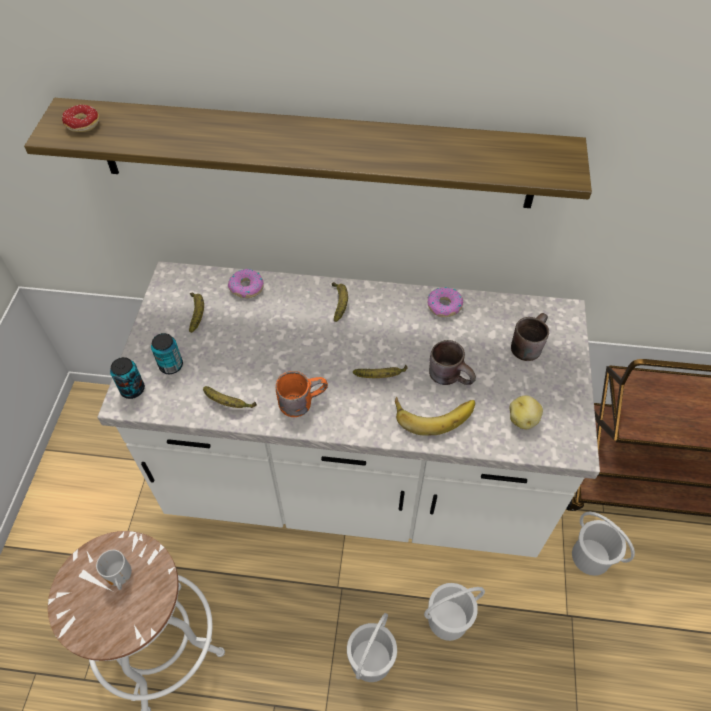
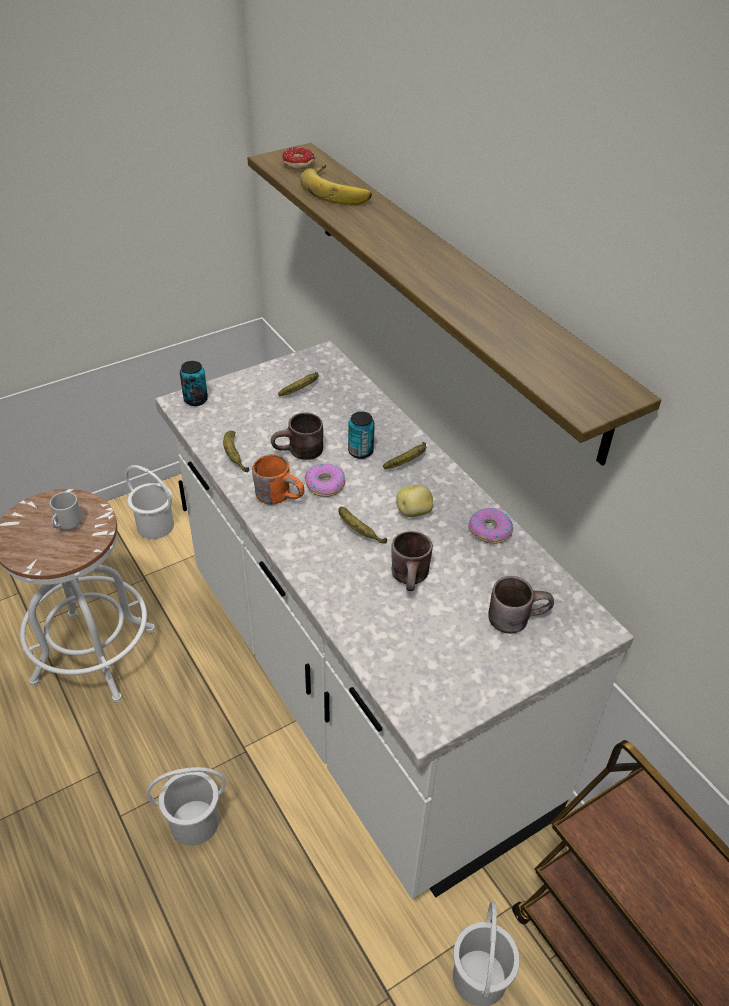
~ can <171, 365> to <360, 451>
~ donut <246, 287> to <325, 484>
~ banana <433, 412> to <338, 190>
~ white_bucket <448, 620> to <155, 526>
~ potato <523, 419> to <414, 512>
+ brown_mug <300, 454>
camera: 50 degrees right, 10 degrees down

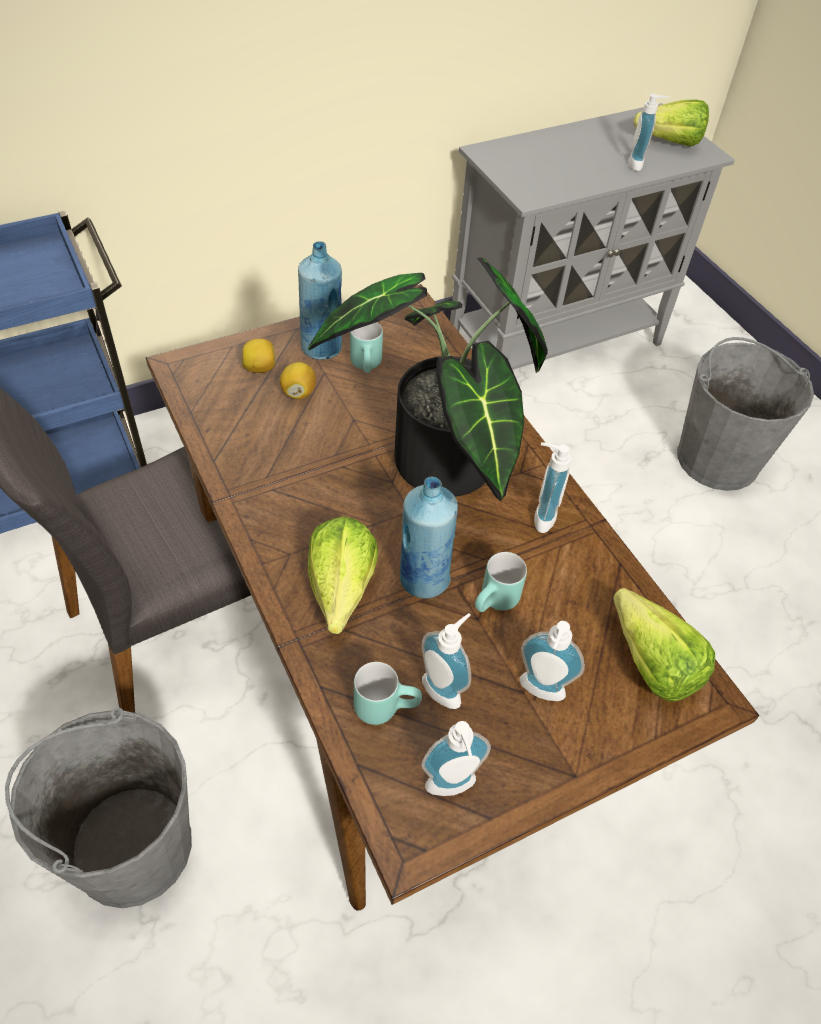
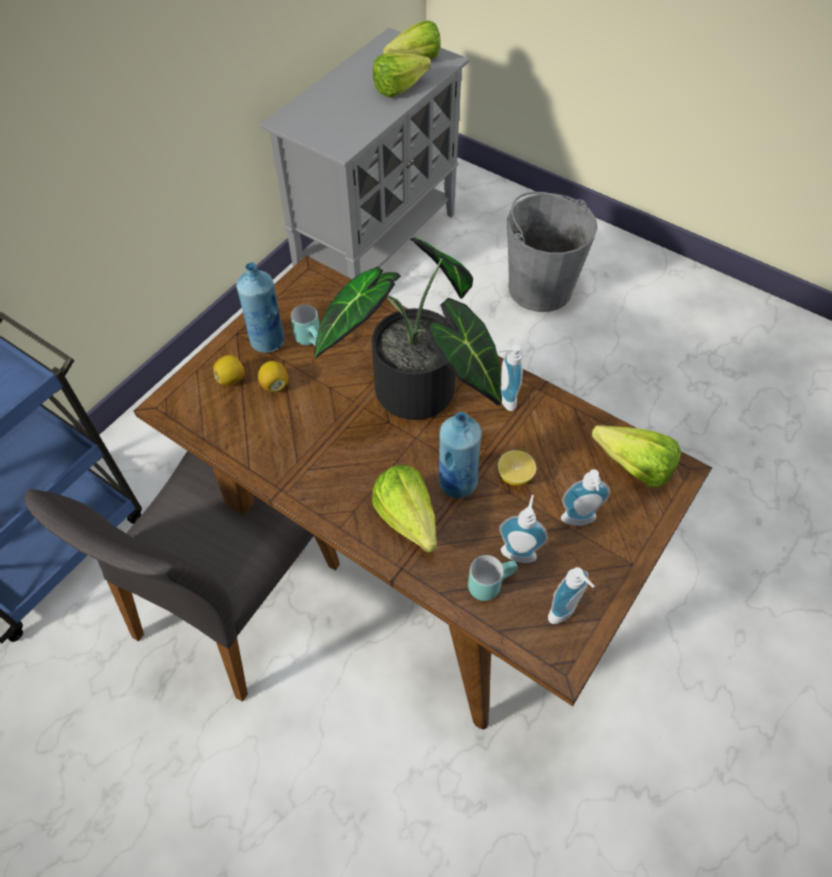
- grey_bucket <131, 846>
~ turquoise_mug <496, 604> to lemon <515, 475>
~ soap_dispenser <639, 164> to lettuce <404, 88>
camera: 25 degrees left, 5 degrees up

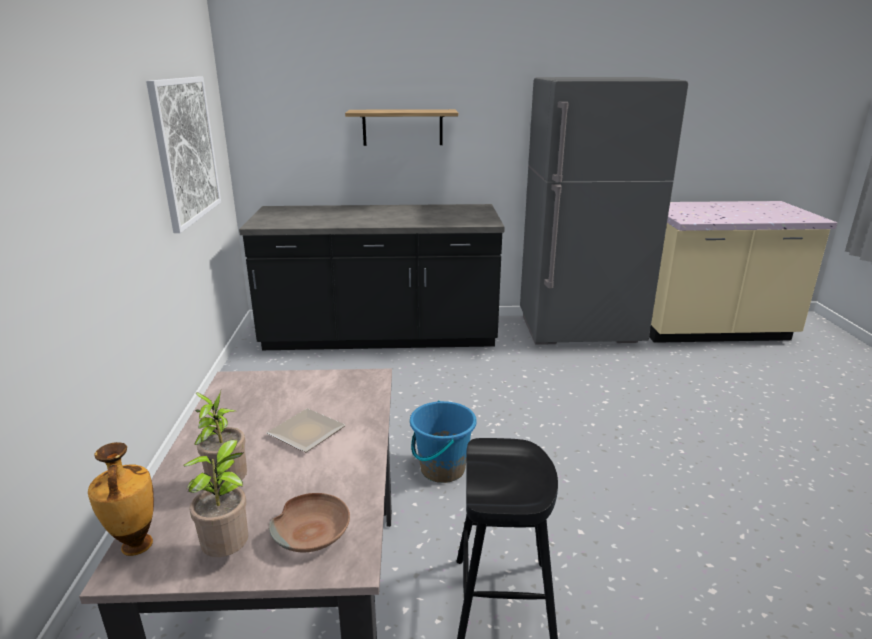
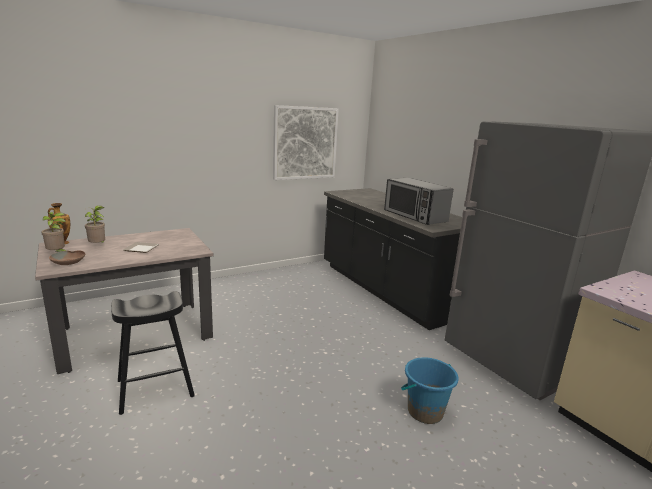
- shelf <402, 127>
~ blue_bucket <442, 469> to <424, 411>
+ microwave <414, 216>
camera: 60 degrees right, 5 degrees down

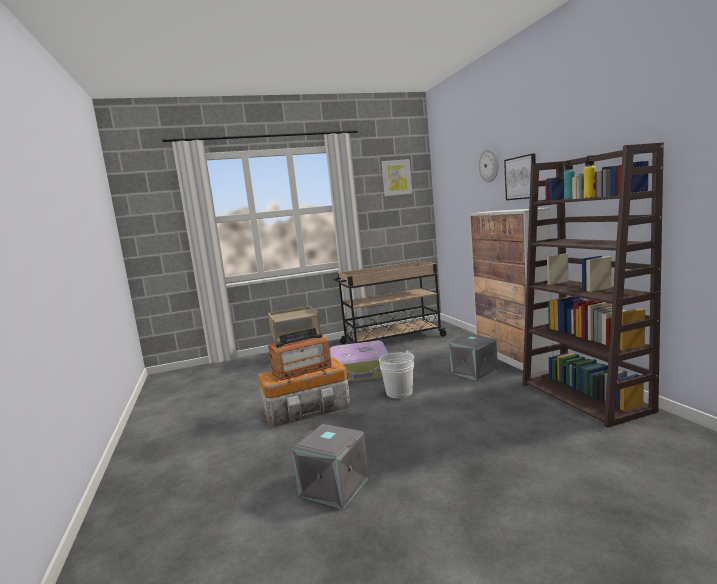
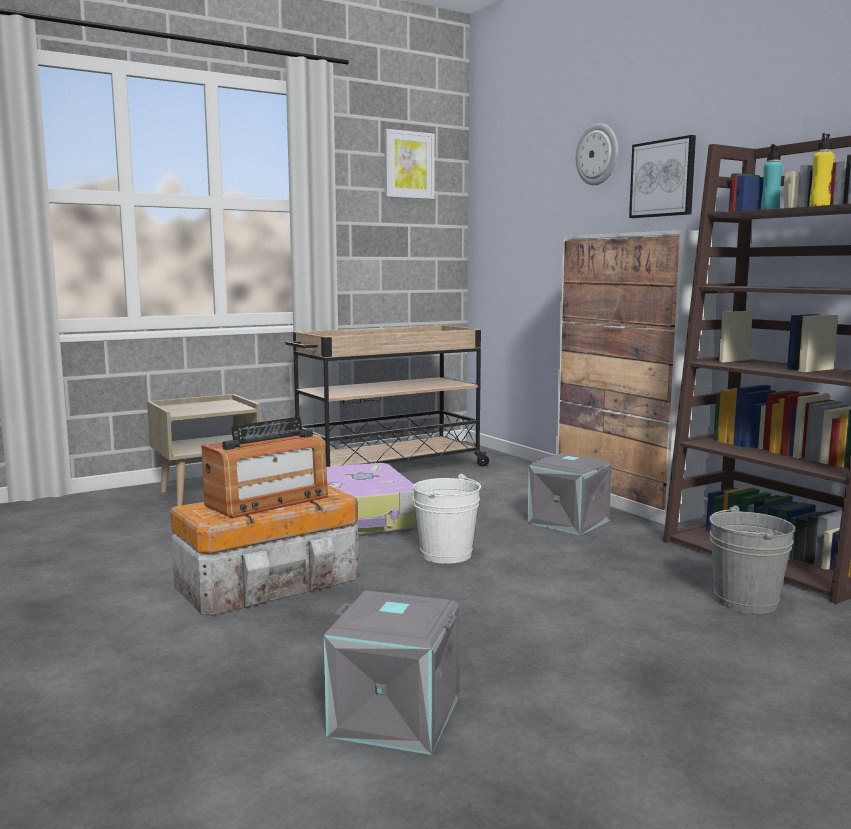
+ grey_bucket <745, 601>
camera: 15 degrees left, 0 degrees up

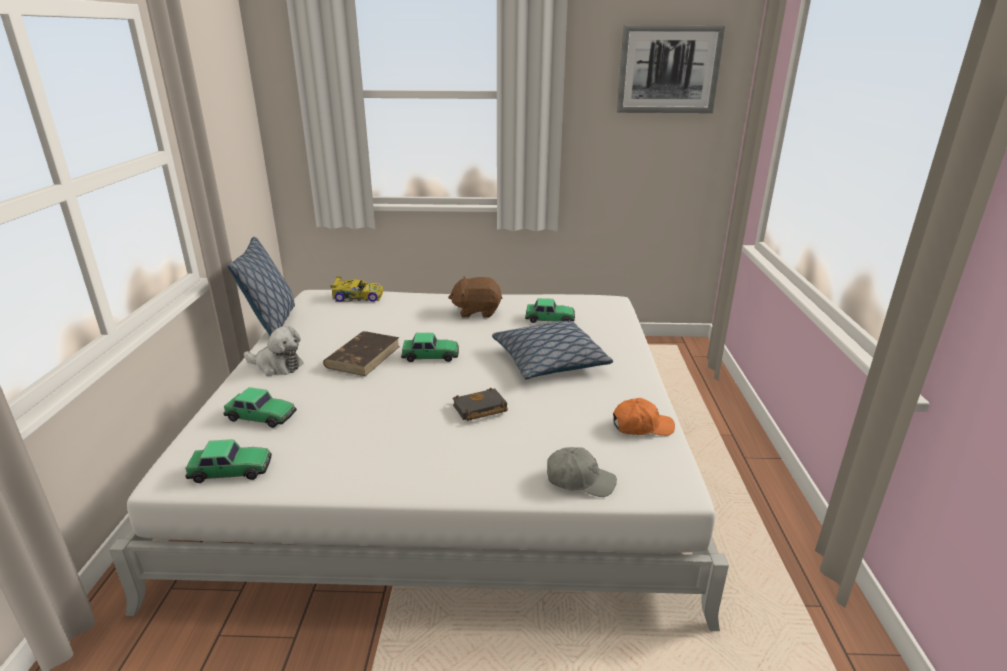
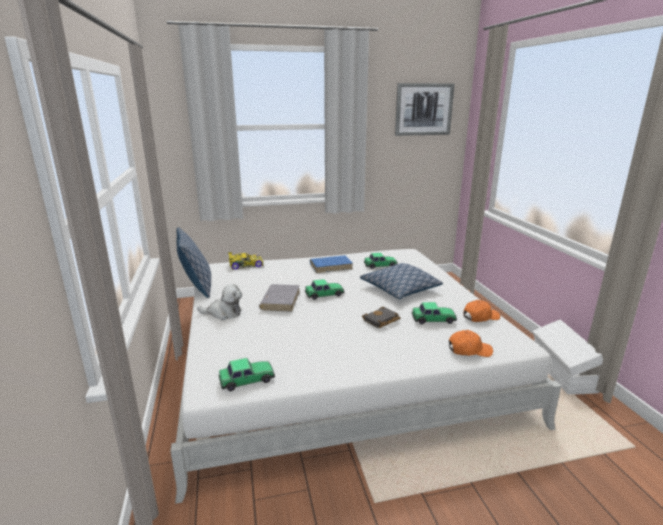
~ toy_car <261, 416> to <433, 319>
~ brown_book <363, 356> to grey_book <280, 300>
~ brown_plush_toy <477, 311> to blue_book <331, 266>
~ grey_cap <579, 480> to orange_cap <469, 350>
+ white_storage_box <562, 373>
camera: 15 degrees left, 5 degrees down

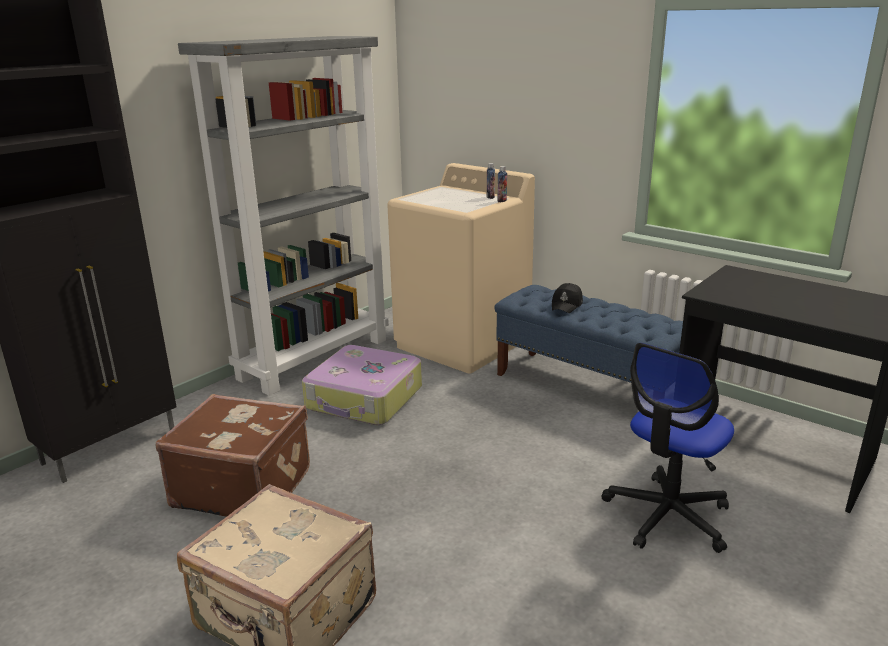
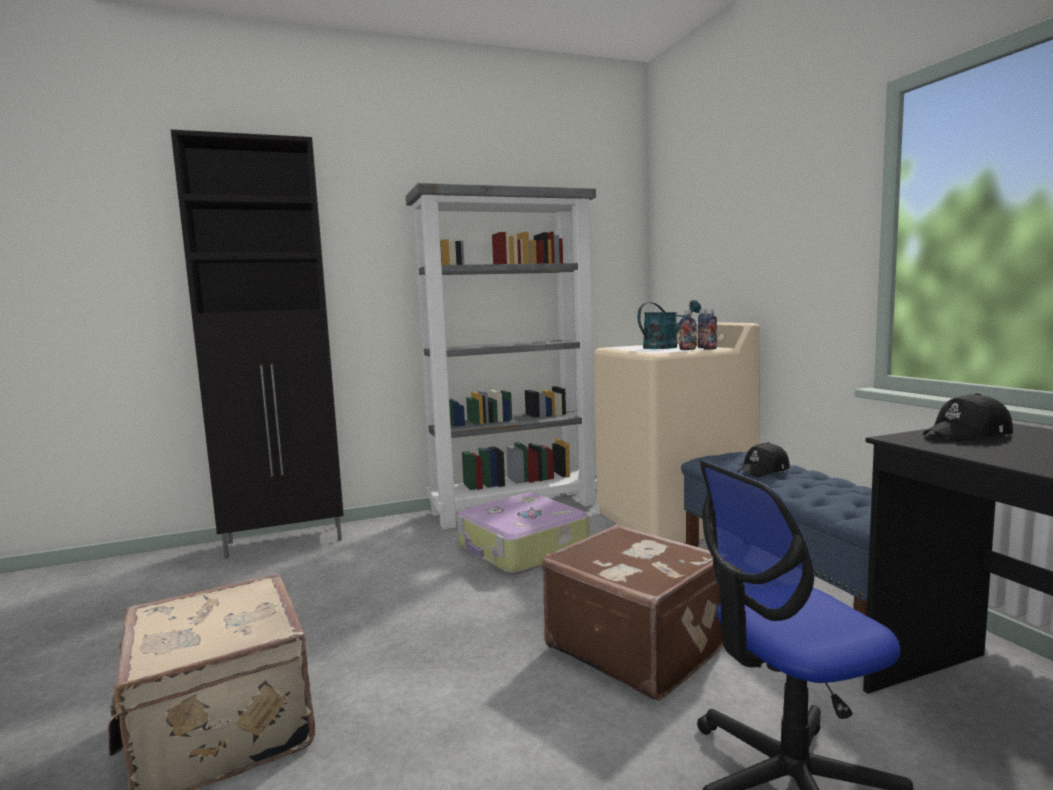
~ brown_suitcase <243, 487> to <636, 646>
+ turquoise_watering_can <665, 347>
+ bottle <687, 349>
+ black_cap <968, 435>
camera: 30 degrees right, 15 degrees down

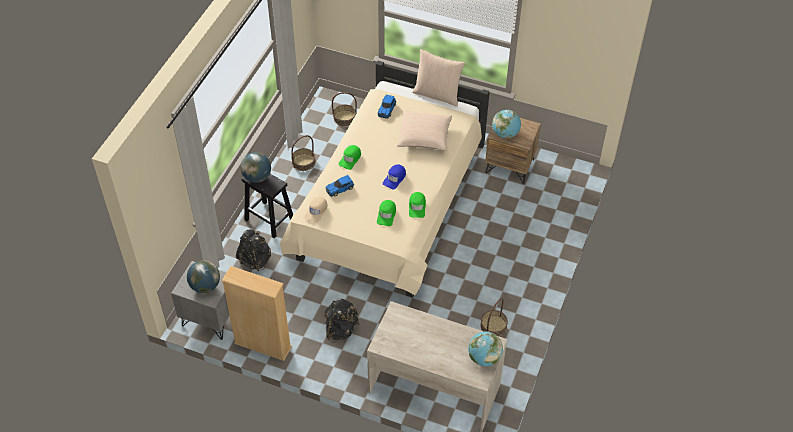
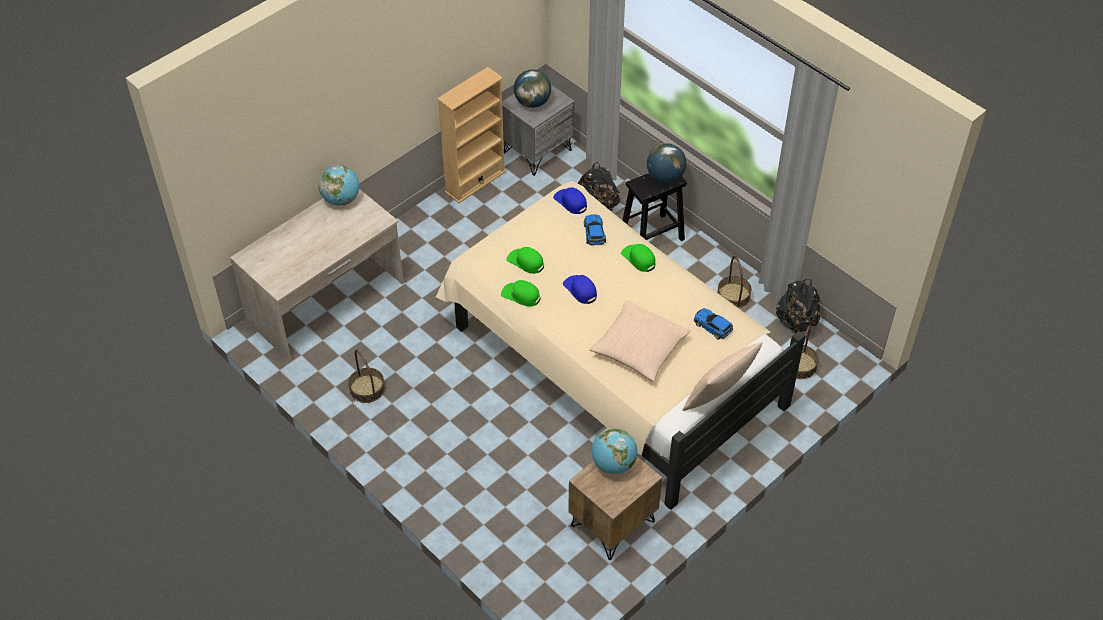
~ beige_cap <316, 211> to blue_cap <570, 202>
~ black_backpack <341, 330> to <796, 322>
~ globe <484, 358> to <341, 199>
camera: 115 degrees right, 0 degrees up

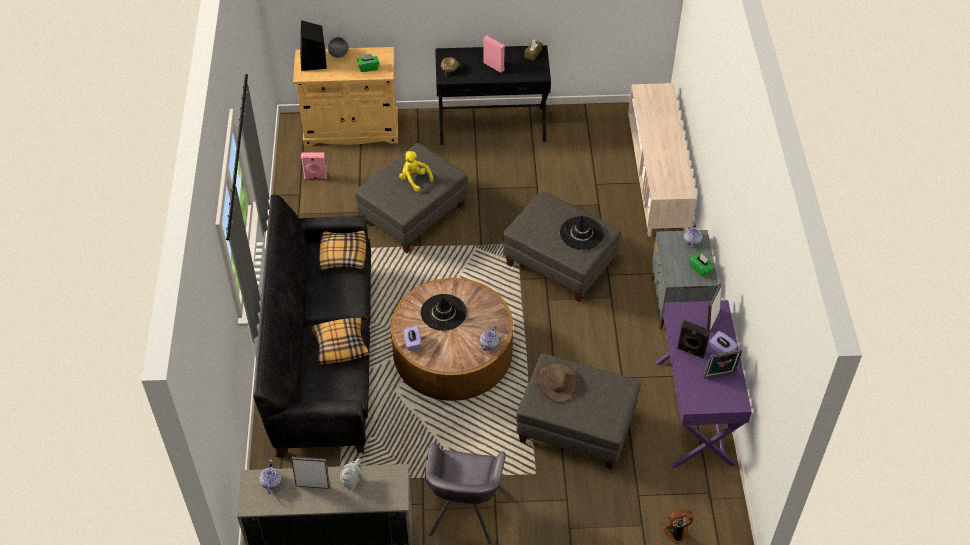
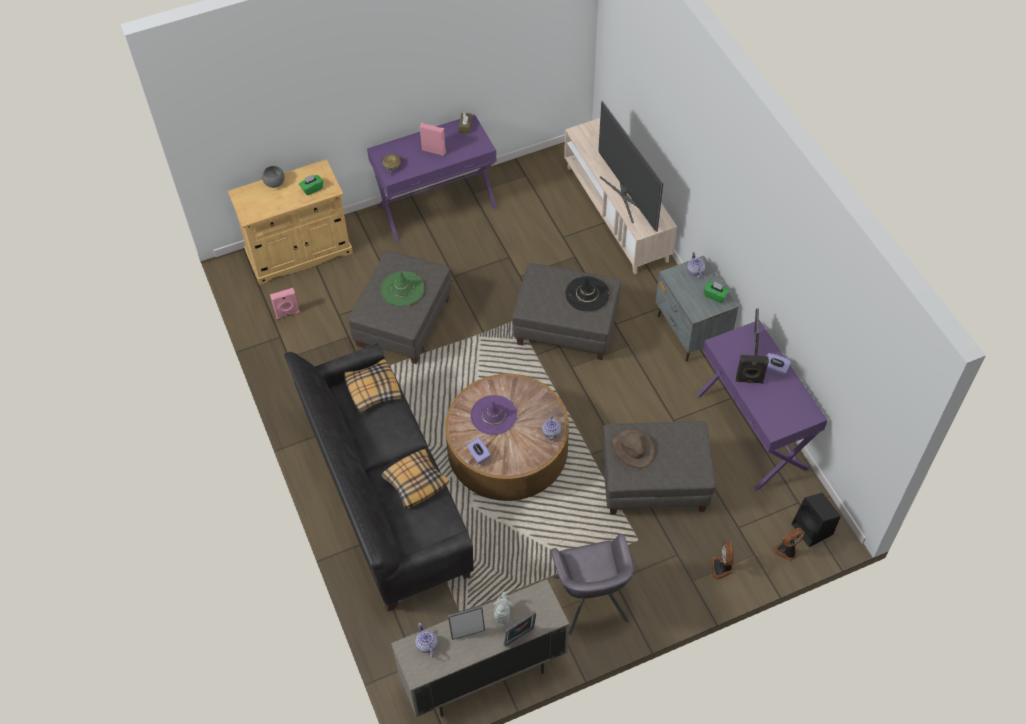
~ black_speaker <313, 62> to <813, 530>
~ yellow_plush_toy <414, 179> to green_hat <402, 289>
~ black_hat <443, 312> to purple_hat <493, 415>
~ black_console_table <492, 125> to purple_console_table <436, 206>
~ picture_frame <719, 376> to <520, 638>
+ television <626, 196>
+ fan <722, 568>
camera: 20 degrees left, 5 degrees up

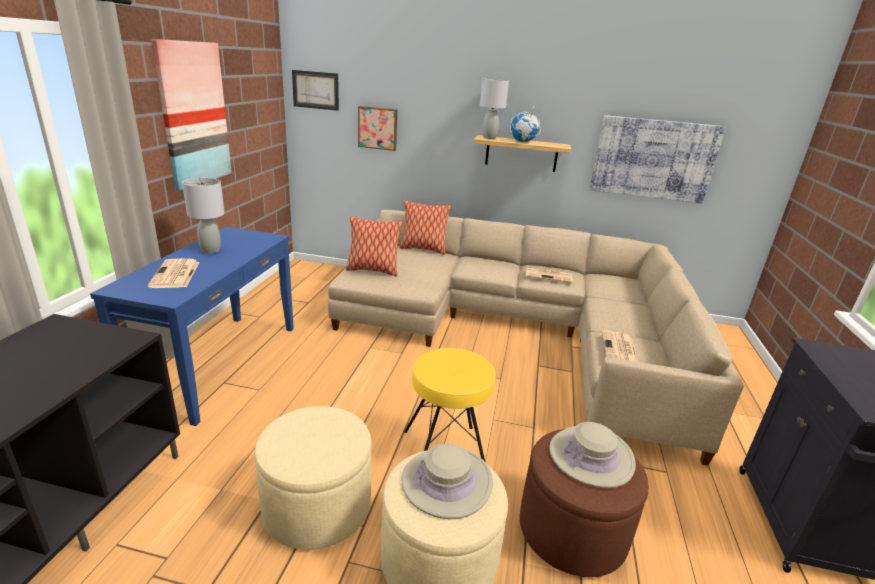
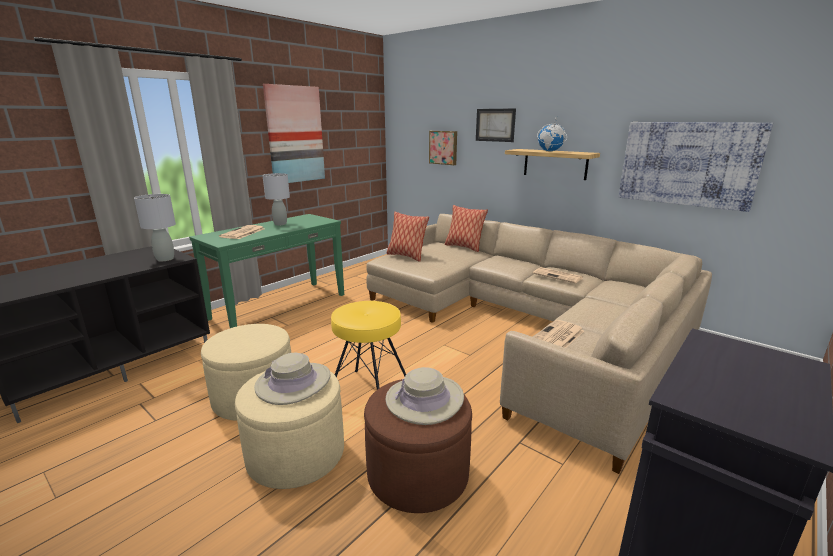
~ blue_console_table <218, 363> to green_console_table <279, 306>
~ picture <315, 90> to <495, 125>
~ grey_table_lamp <489, 138> to <165, 259>
camera: 30 degrees right, 5 degrees down

